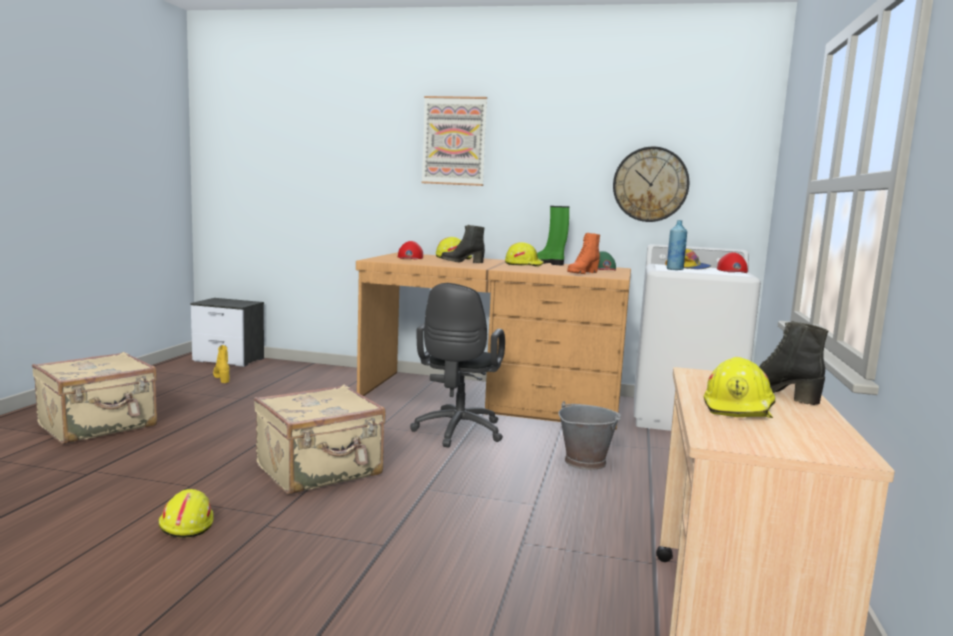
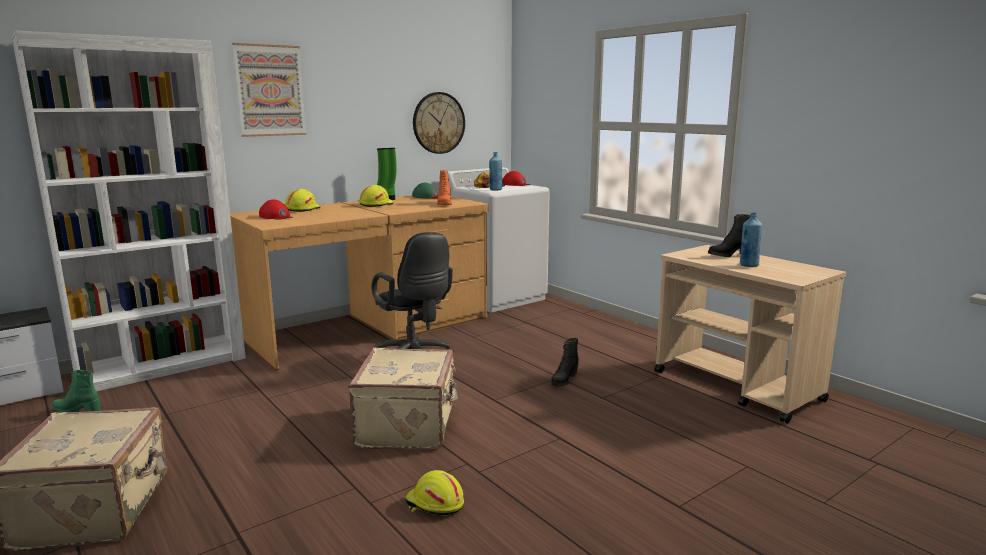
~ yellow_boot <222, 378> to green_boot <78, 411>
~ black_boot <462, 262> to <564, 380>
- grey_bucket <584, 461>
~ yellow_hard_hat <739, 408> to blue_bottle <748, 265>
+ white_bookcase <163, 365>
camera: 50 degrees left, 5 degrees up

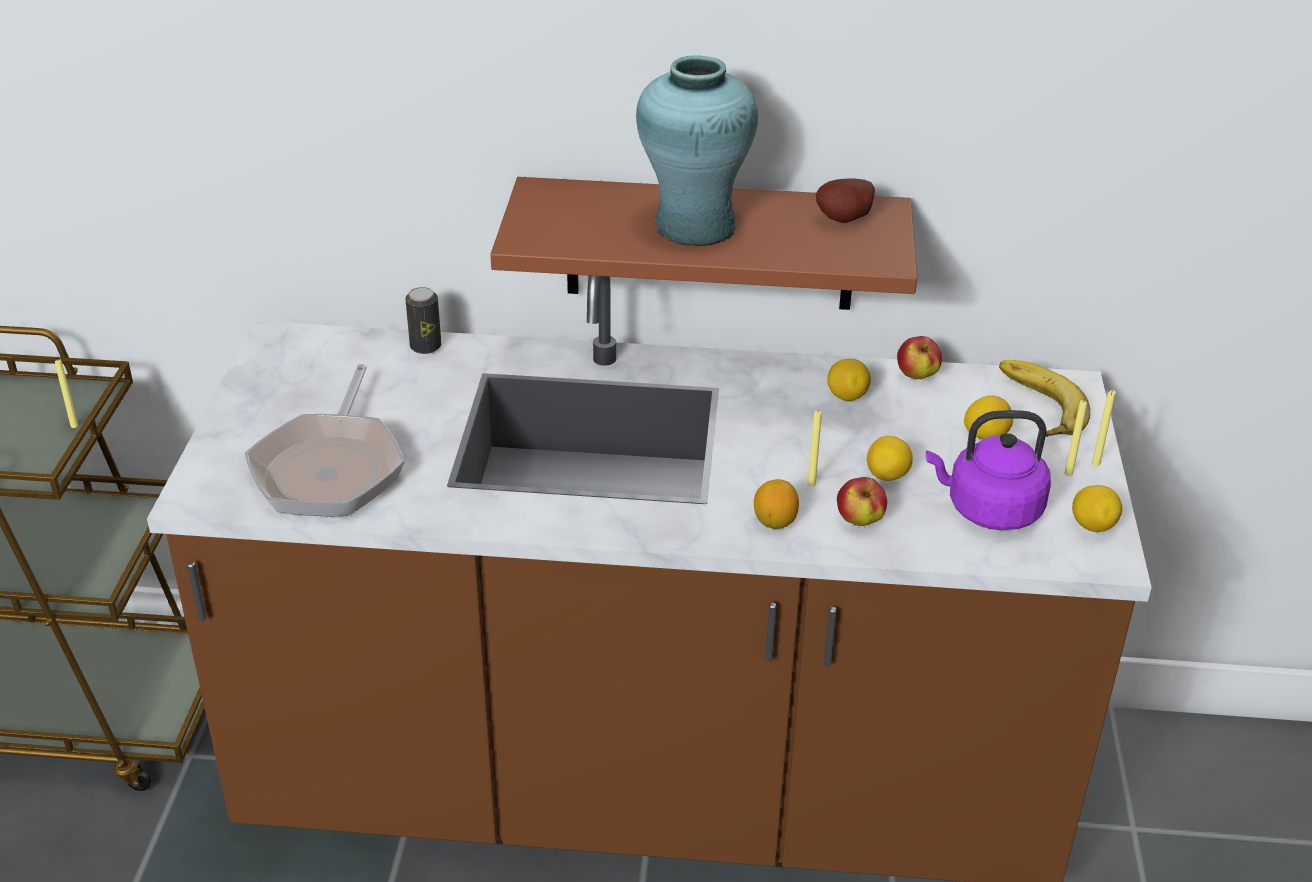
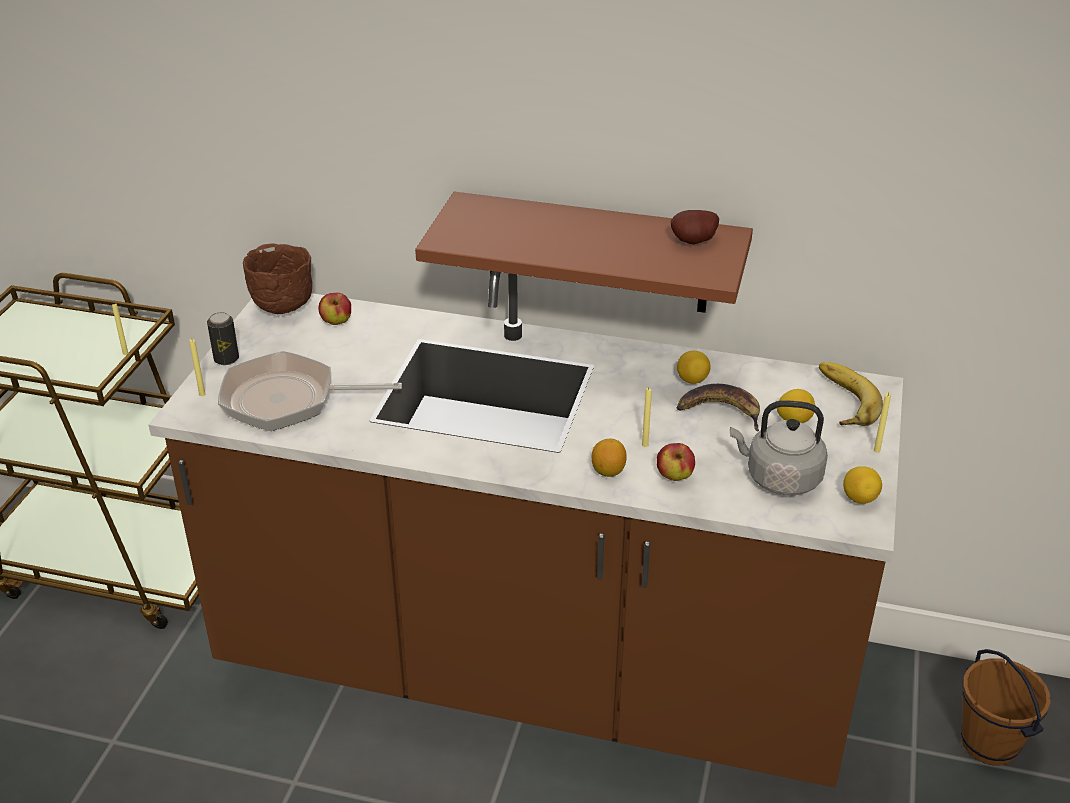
~ frying_pan <331, 468> = <288, 400> 75 degrees clockwise
~ can <425, 346> to <226, 359>
- turquoise_vase <695, 227>
- lemon <888, 476>
~ apple <917, 375> to <336, 322>
~ purple_kettle <988, 510> to grey_kettle <779, 478>
~ yellow_candle <1068, 473> to <202, 394>
+ brown_bowl <282, 308>
+ banana <721, 411>
+ brown_bucket <990, 743>
camera: 10 degrees right, 0 degrees up

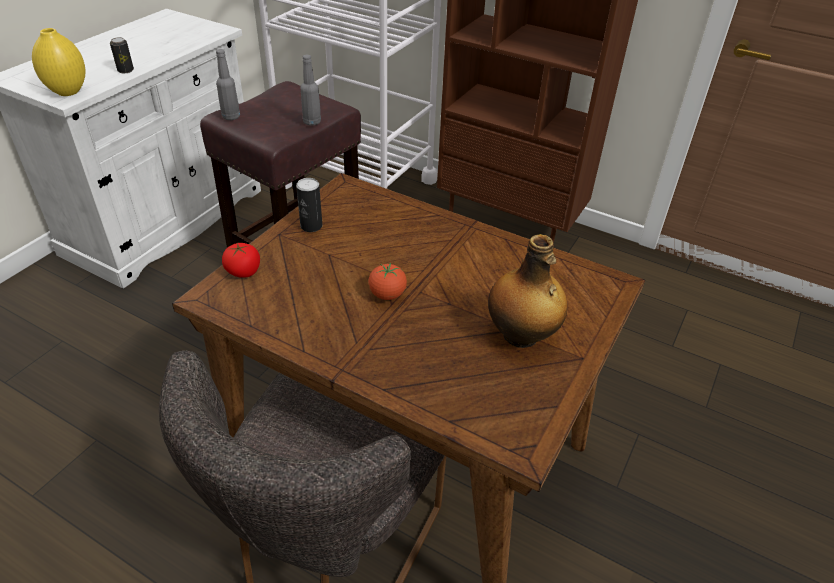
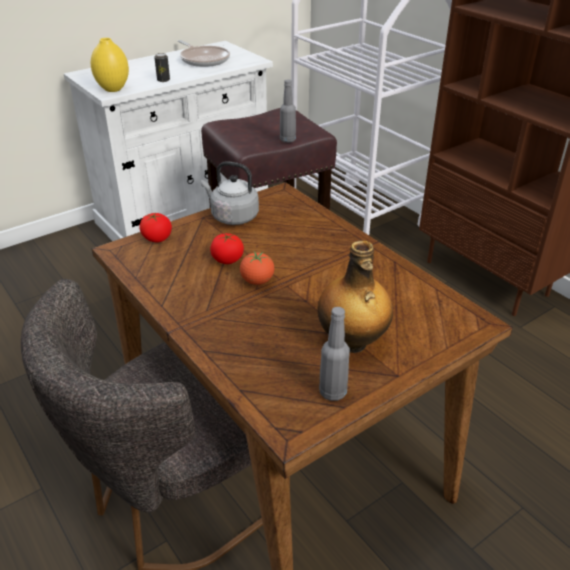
~ grey_bottle <231, 117> to <332, 392>
~ can <311, 226> to grey_kettle <232, 217>
+ frying_pan <203, 59>
+ tomato <227, 259>
camera: 25 degrees right, 5 degrees down

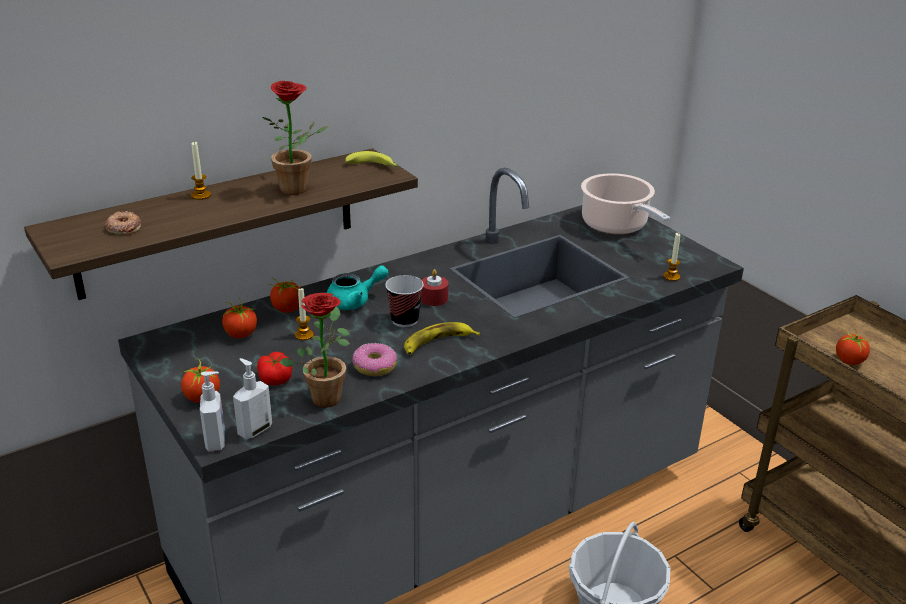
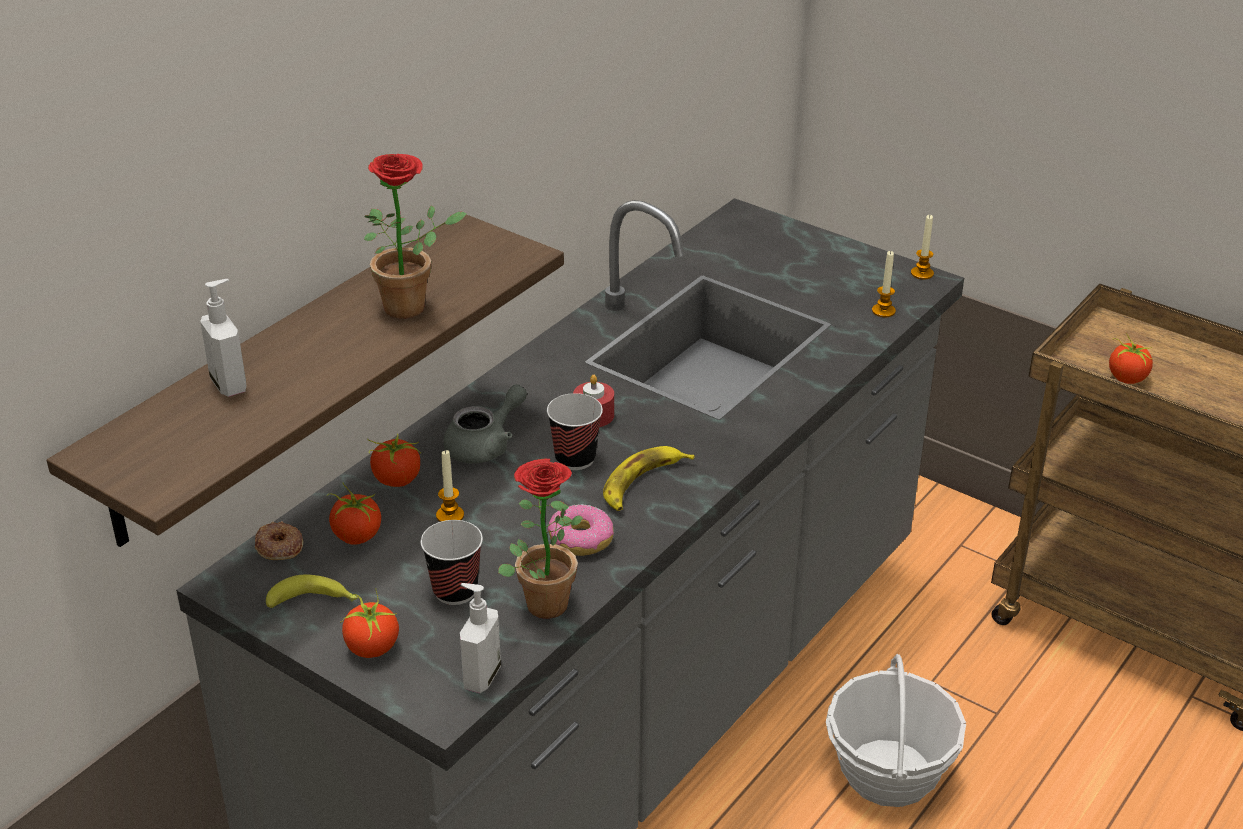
~ donut <124, 227> to <279, 546>
~ candle <201, 195> to <922, 273>
~ soap_dispenser <216, 441> to <230, 384>
~ tomato <275, 377> to cup <455, 591>
~ turquoise_teapot <354, 301> to grey_teapot <485, 445>
~ banana <373, 166> to <315, 602>
- cooking_pot <616, 225>
camera: 20 degrees left, 5 degrees up

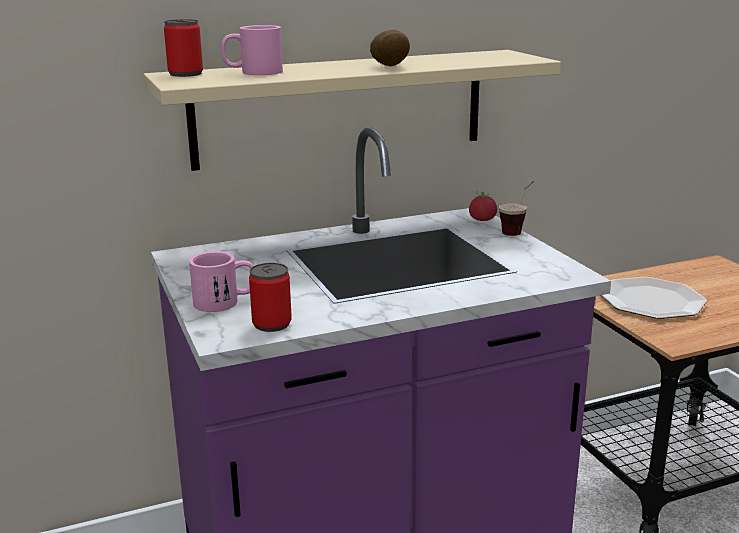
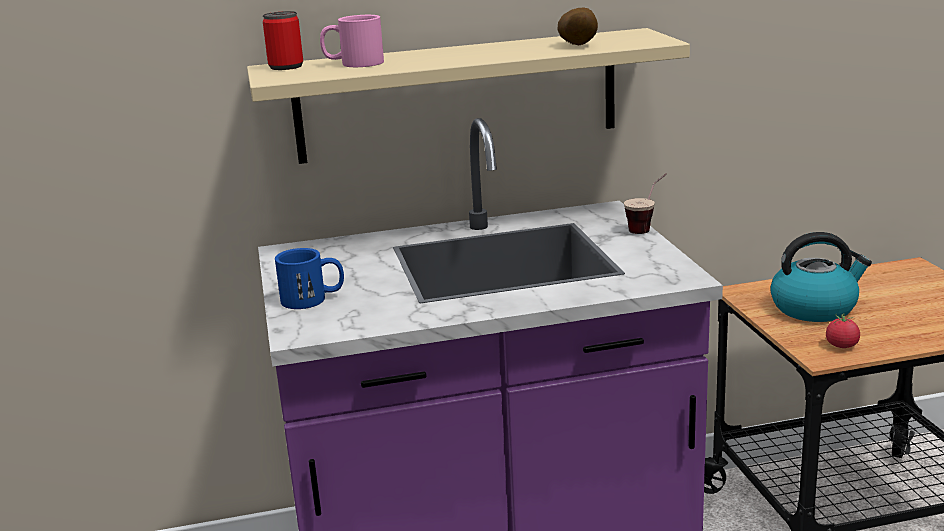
~ pink_mug <225, 301> to blue_mug <313, 299>
- can <272, 324>
~ potato <389, 67> to <577, 46>
~ tomato <482, 220> to <841, 346>
~ plate <650, 300> to kettle <815, 308>
camera: 10 degrees right, 0 degrees up

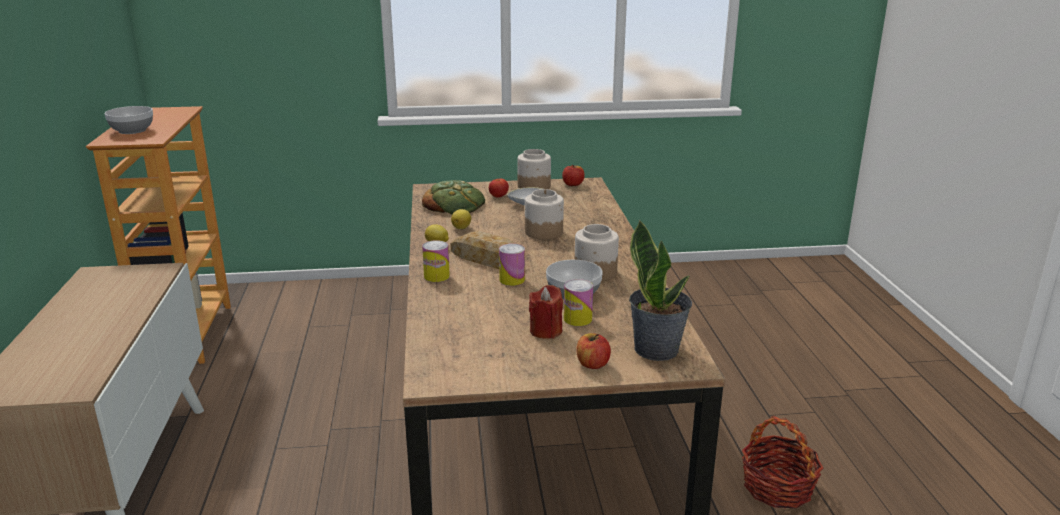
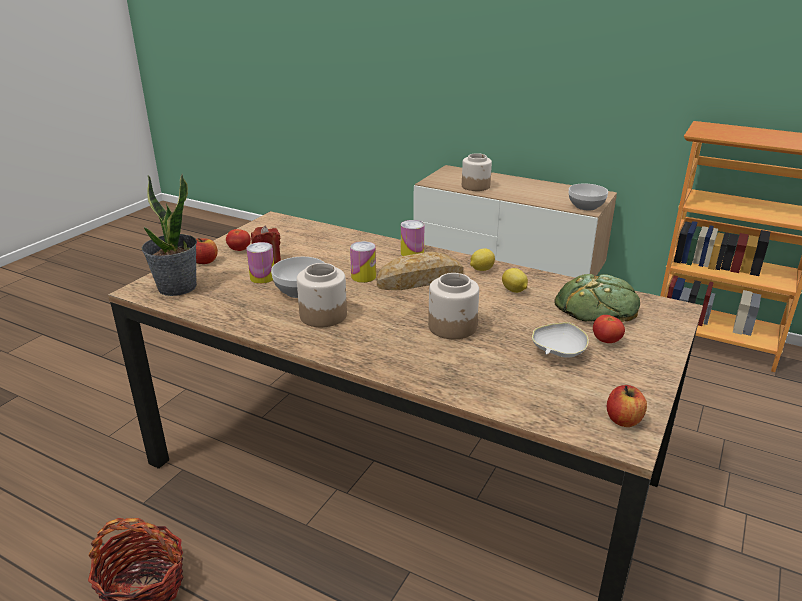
~ bowl <131, 130> to <586, 206>
~ jar <533, 186> to <476, 186>
+ tomato <239, 249>
camera: 125 degrees right, 5 degrees up

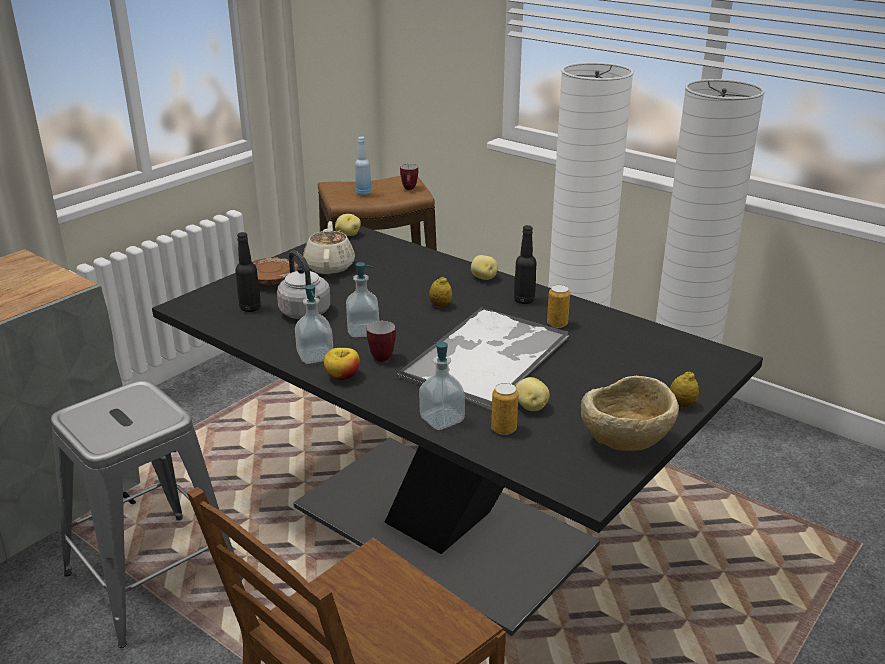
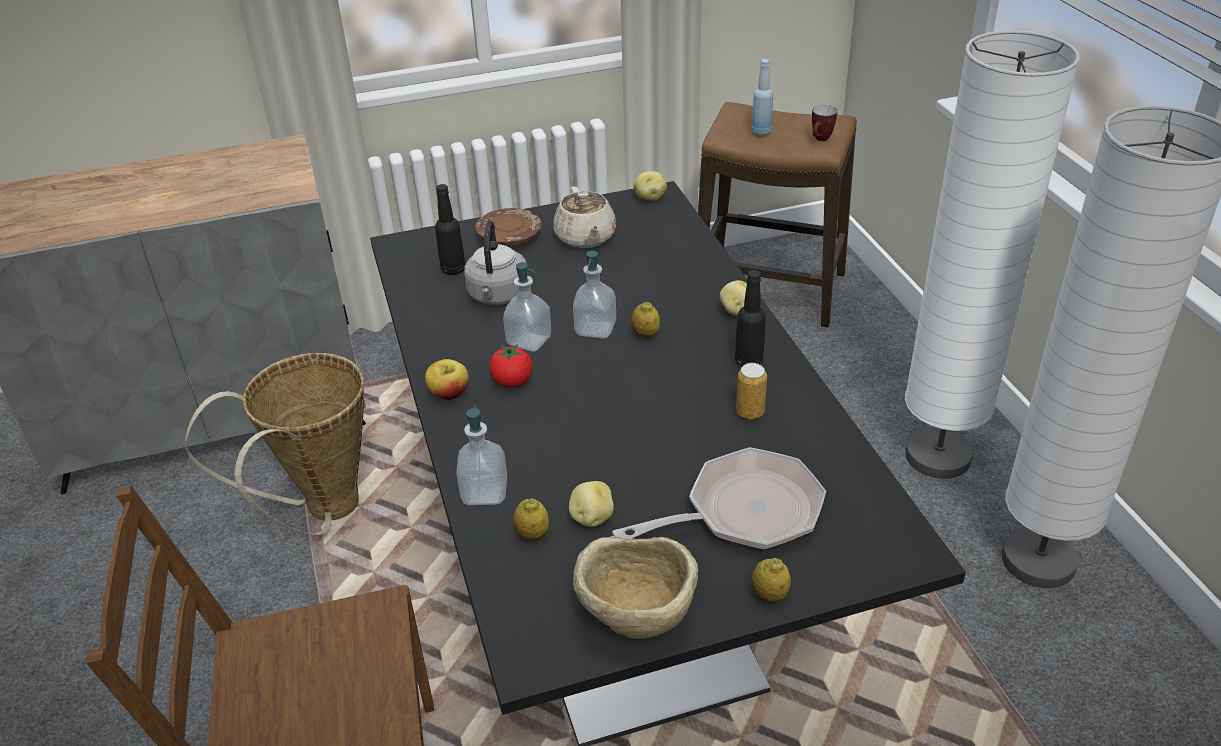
~ grey_stool <154, 577> to basket <322, 512>
~ soap_dispenser <315, 356> to <595, 329>
~ beige_teapot <330, 266> = <585, 238> 135 degrees clockwise
~ mug <381, 356> to tomato <512, 382>
- tray <487, 357>
~ can <503, 429> to lemon <532, 534>
+ frying_pan <743, 513>
camera: 35 degrees right, 10 degrees up

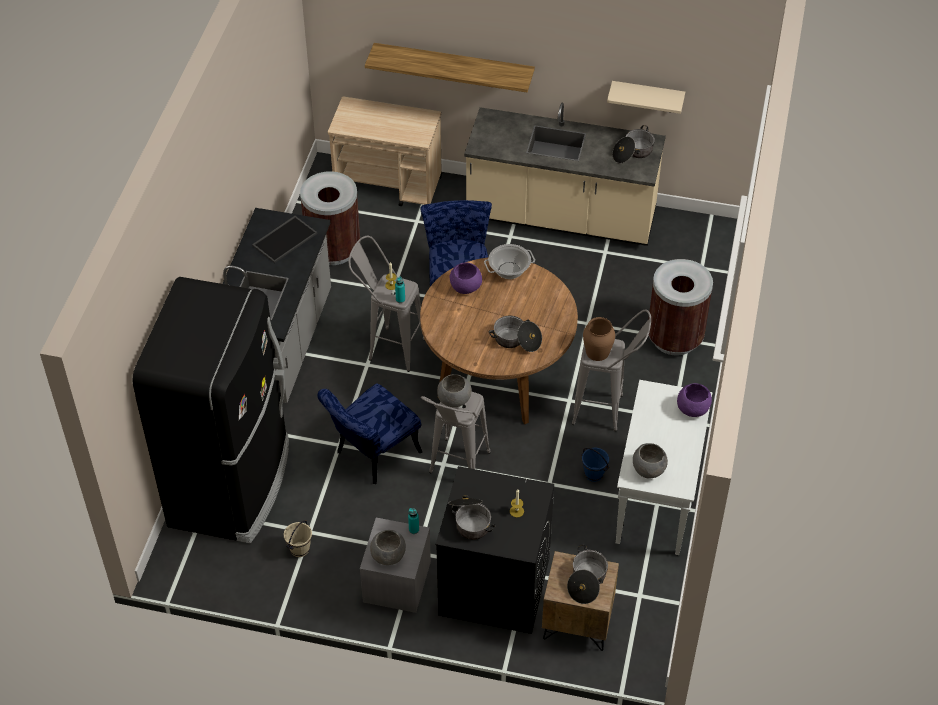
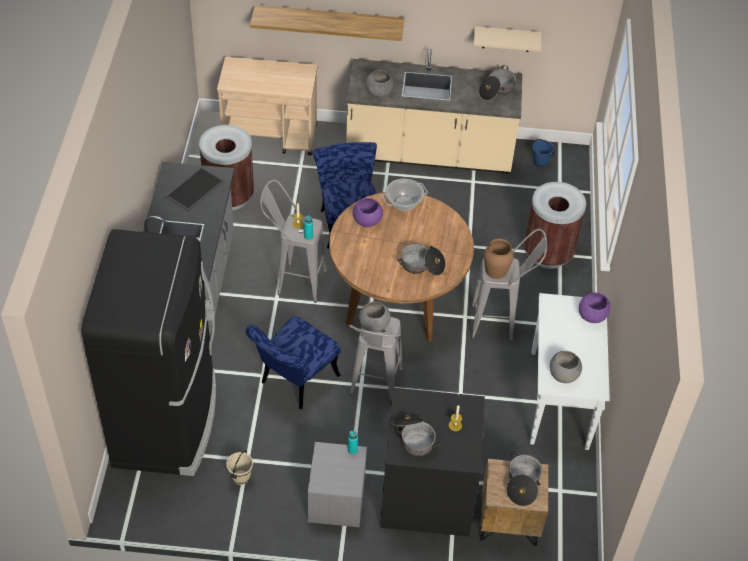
~ grey_bowl <388, 556> to <379, 92>
~ blue_bucket <594, 474> to <540, 162>
camera: 10 degrees left, 0 degrees up

